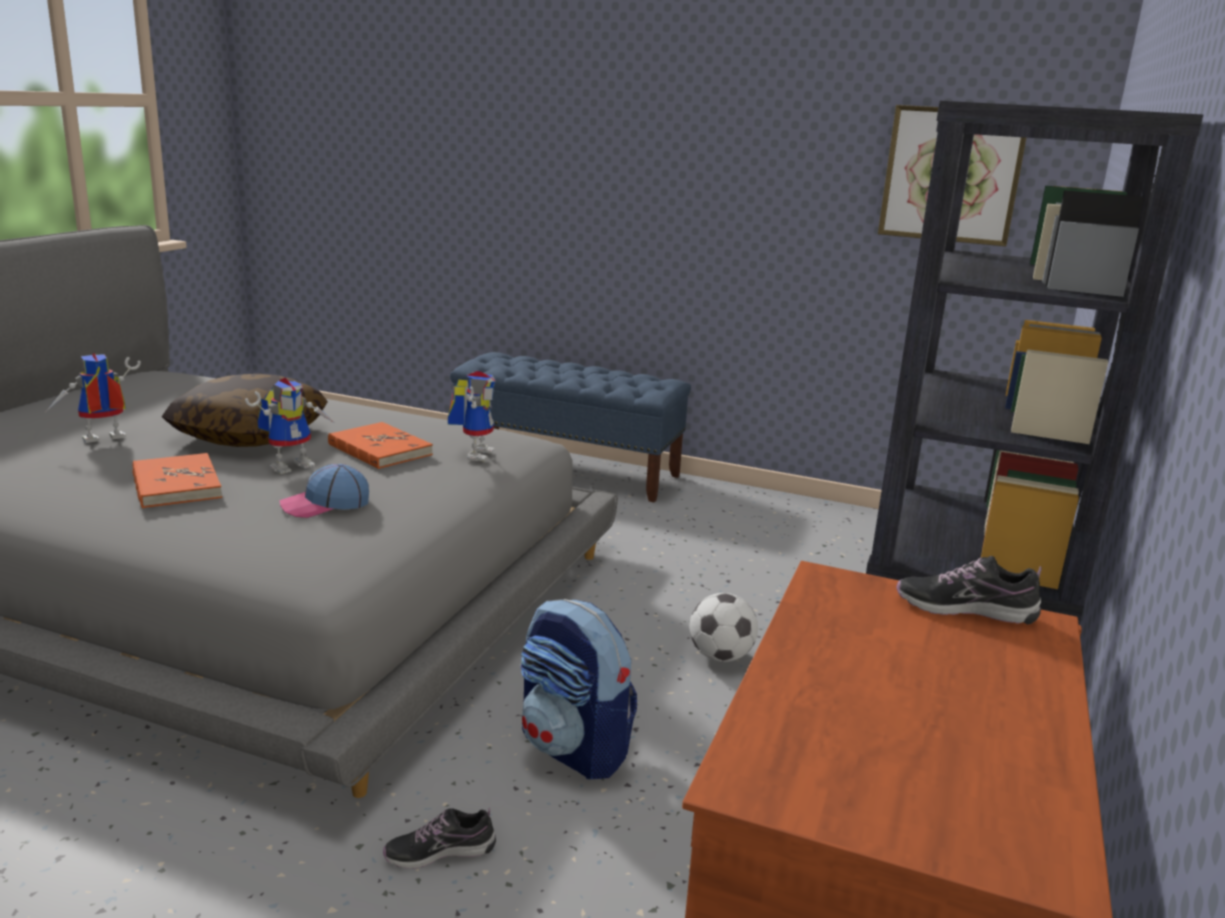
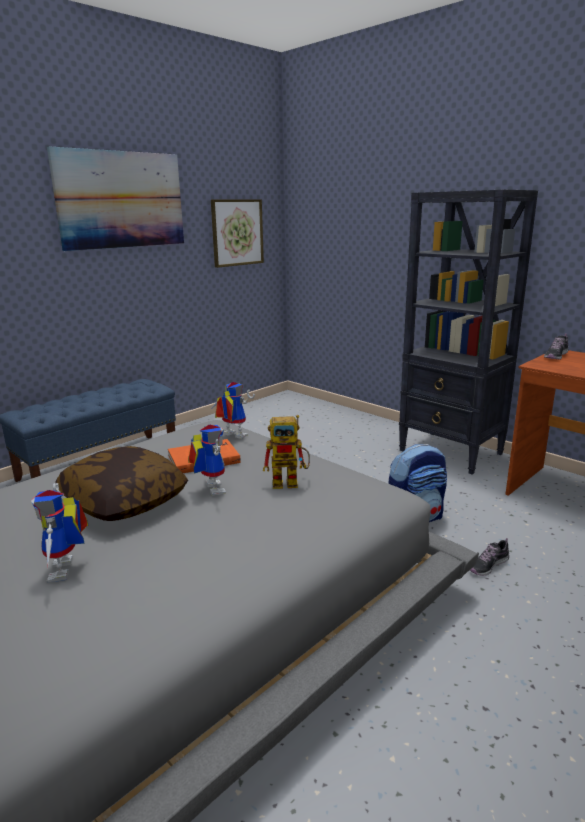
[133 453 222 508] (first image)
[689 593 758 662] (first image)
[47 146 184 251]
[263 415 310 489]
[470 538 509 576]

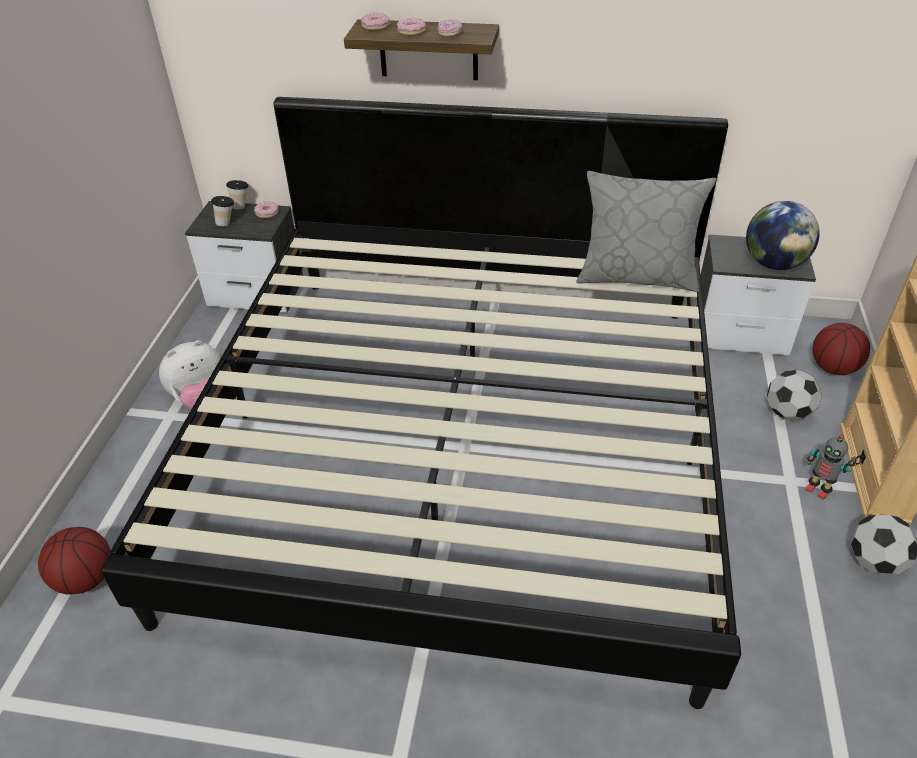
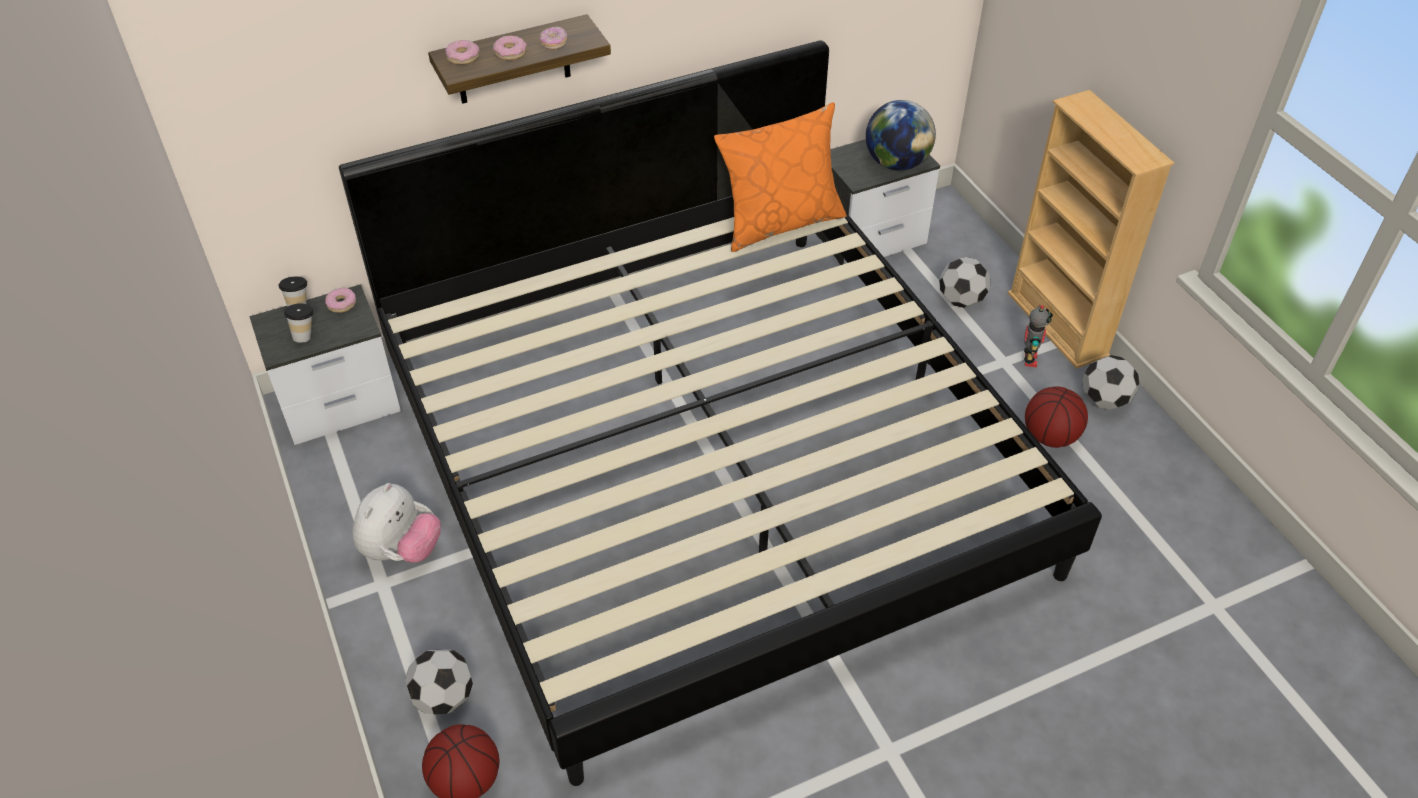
[405 649 473 714]
[1025 386 1088 448]
[714 102 847 252]
[1024 305 1050 367]

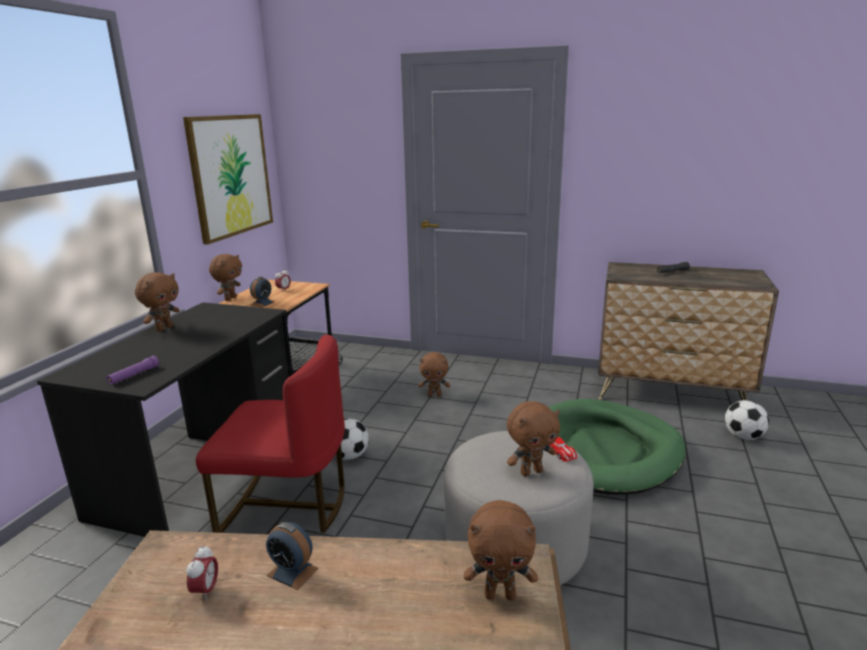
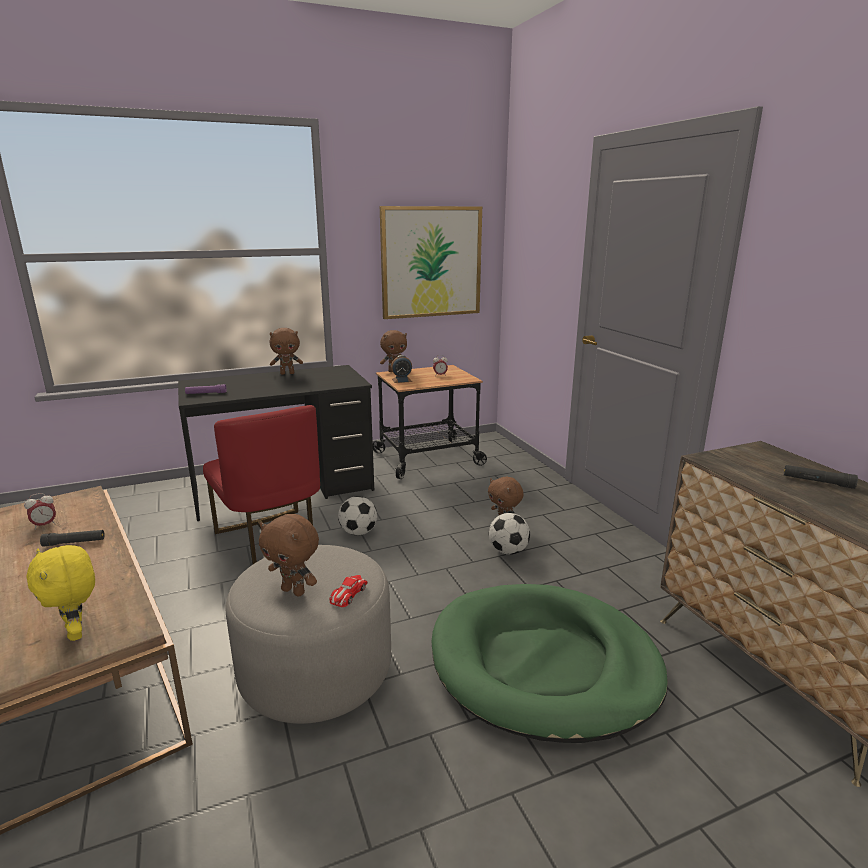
[489 513 530 555]
[40 530 105 547]
[27 545 95 641]

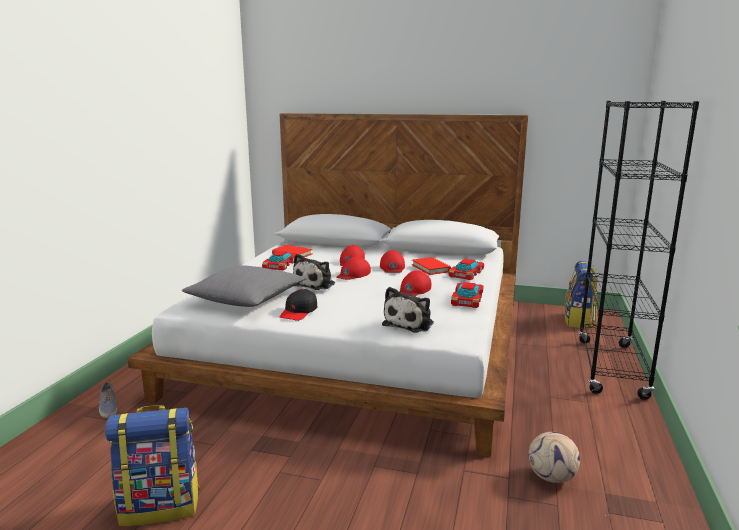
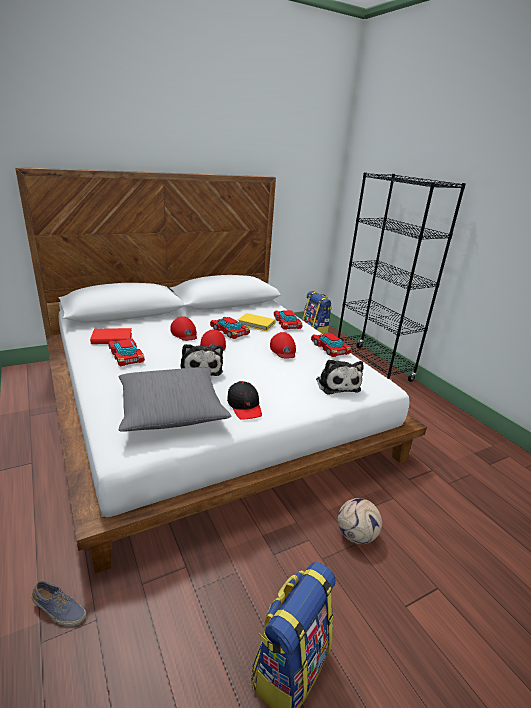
[338 498 382 544]
[210 317 250 339]
[238 313 276 331]

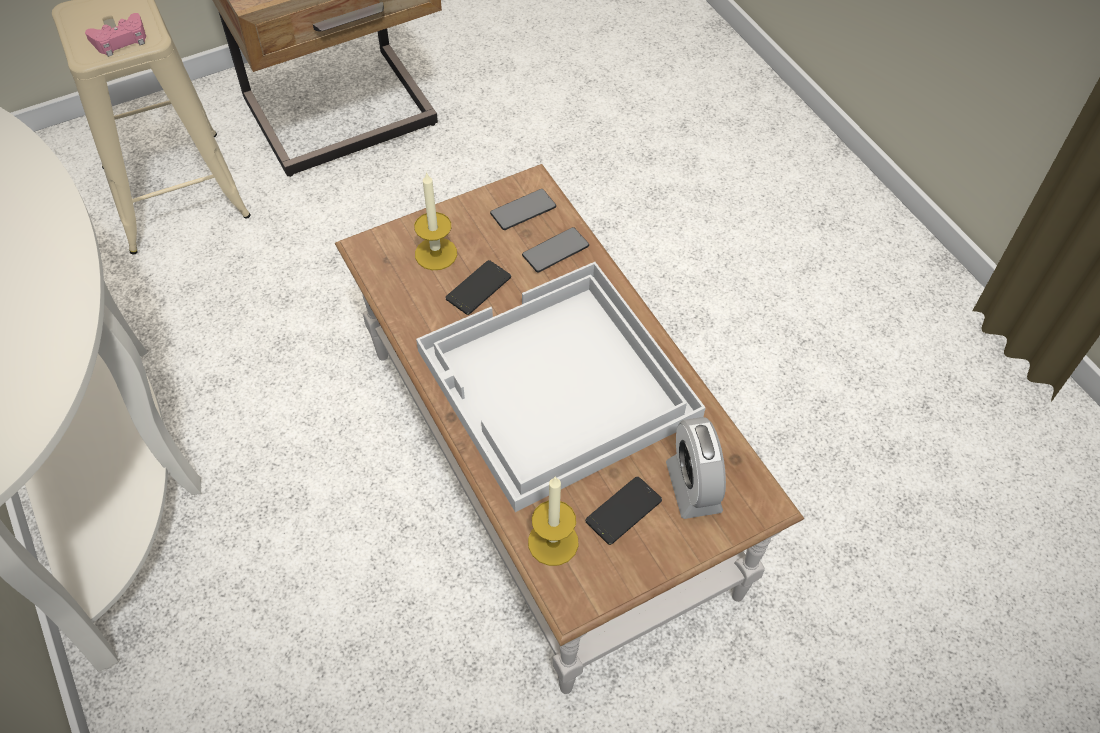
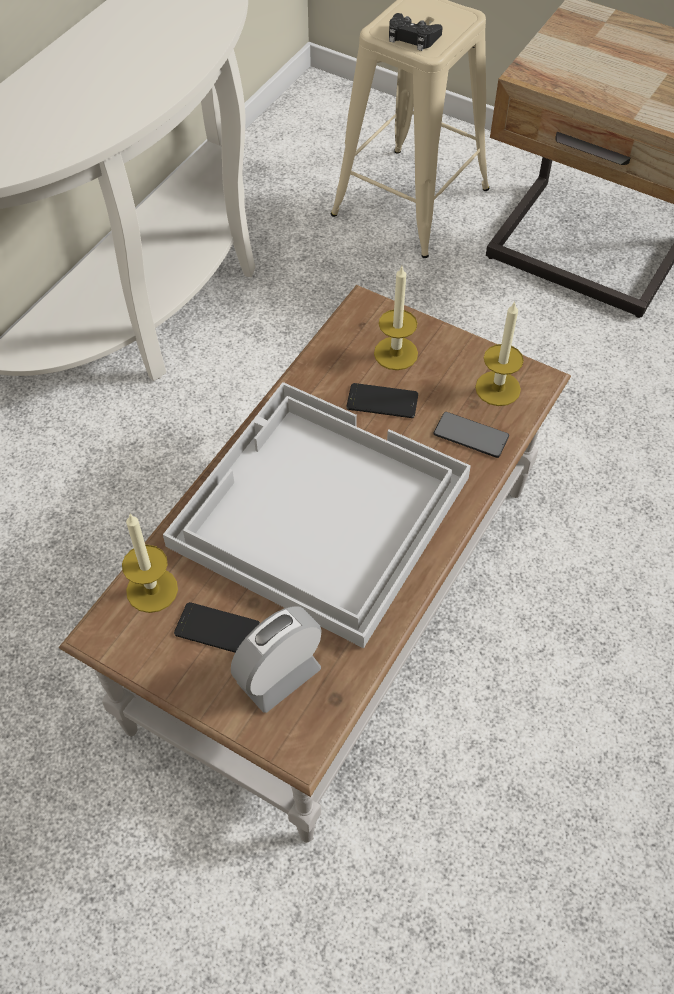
[475 301 524 406]
[389 13 443 51]

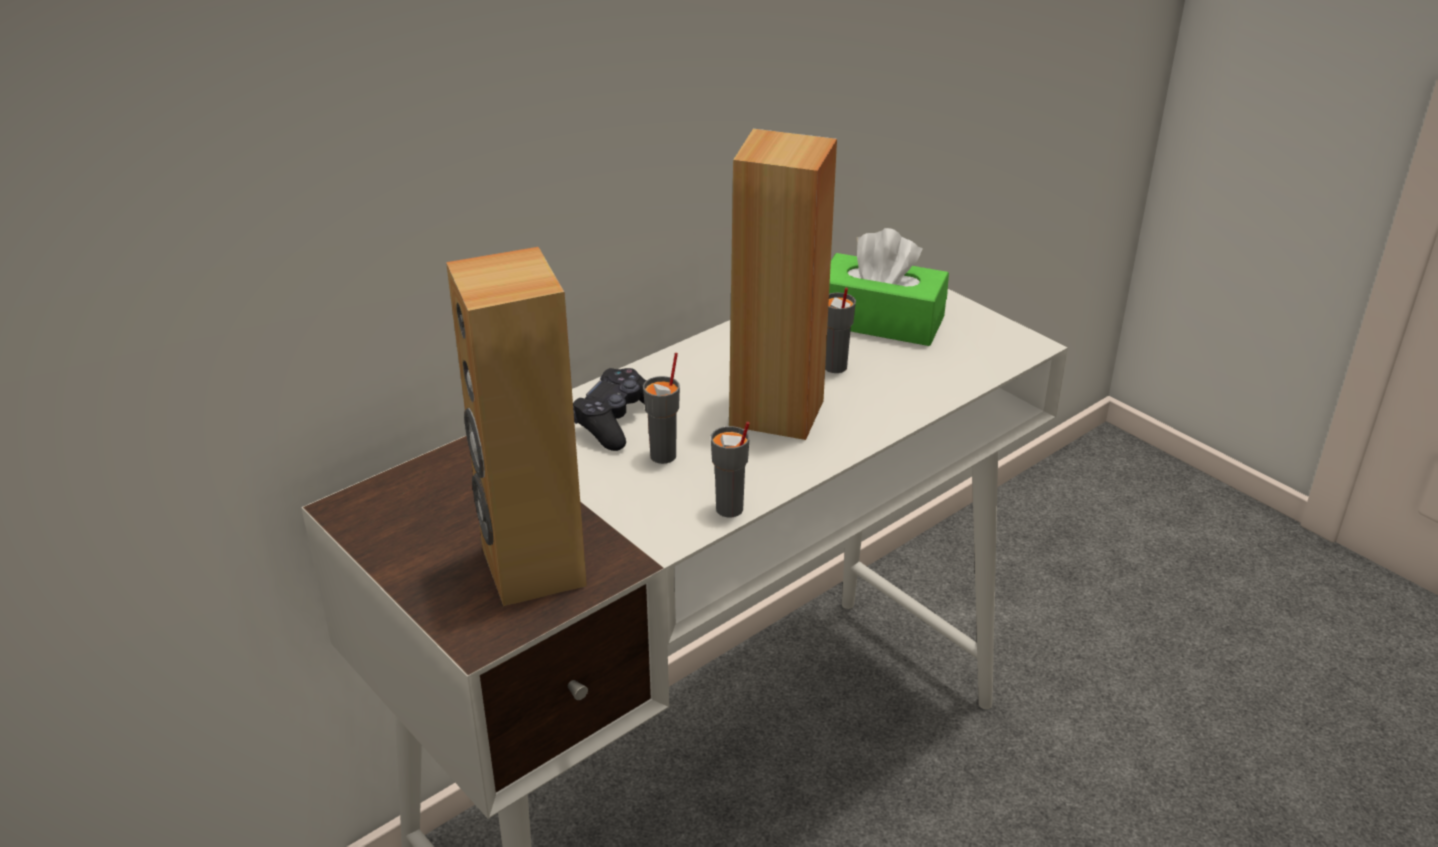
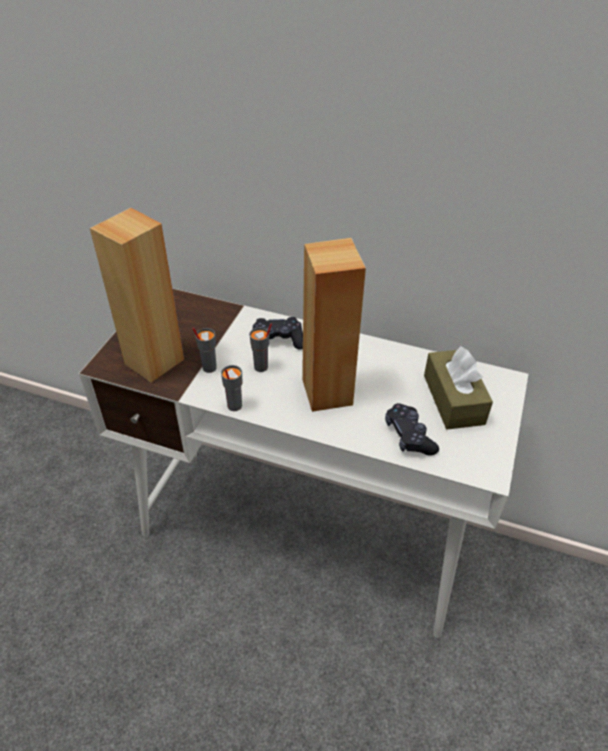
[385 403 439 455]
[193 328 217 373]
[424 346 493 430]

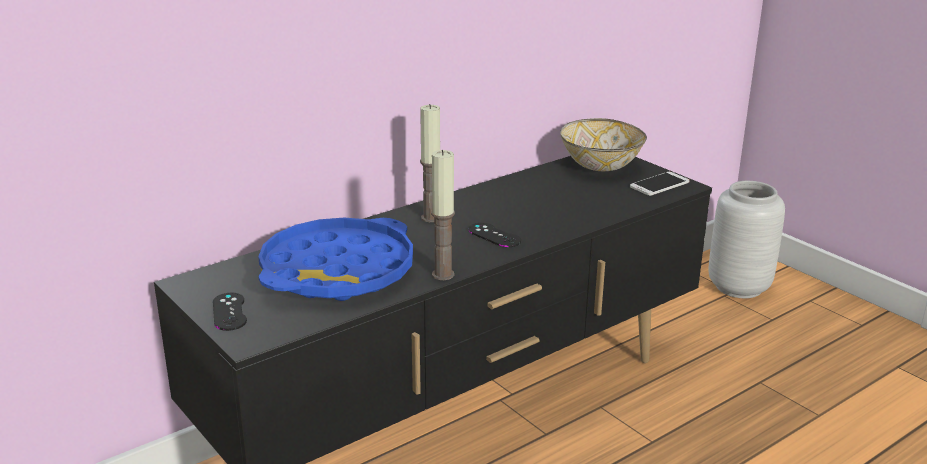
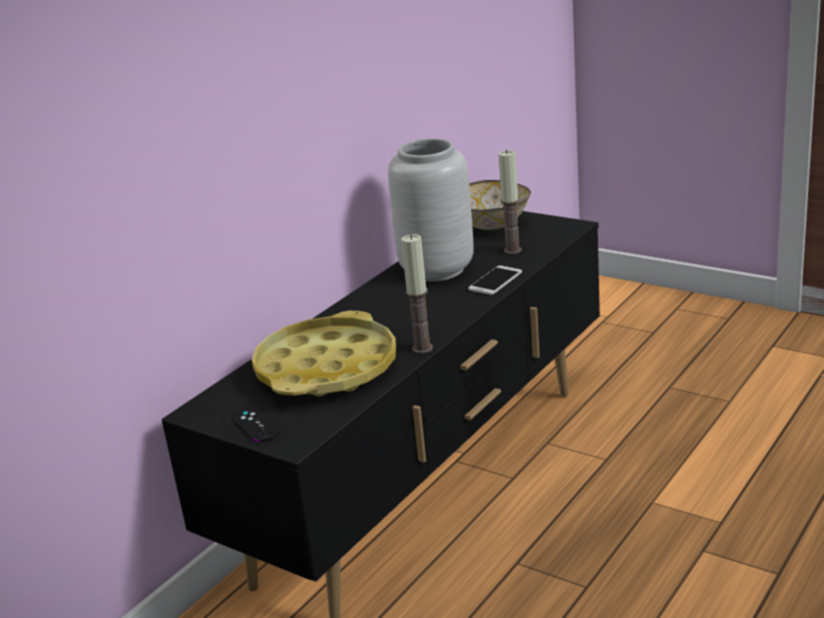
[468 223 521 247] (first image)
[498 150 522 254]
[468 265 522 295]
[388 138 474 281]
[252 311 396 396]

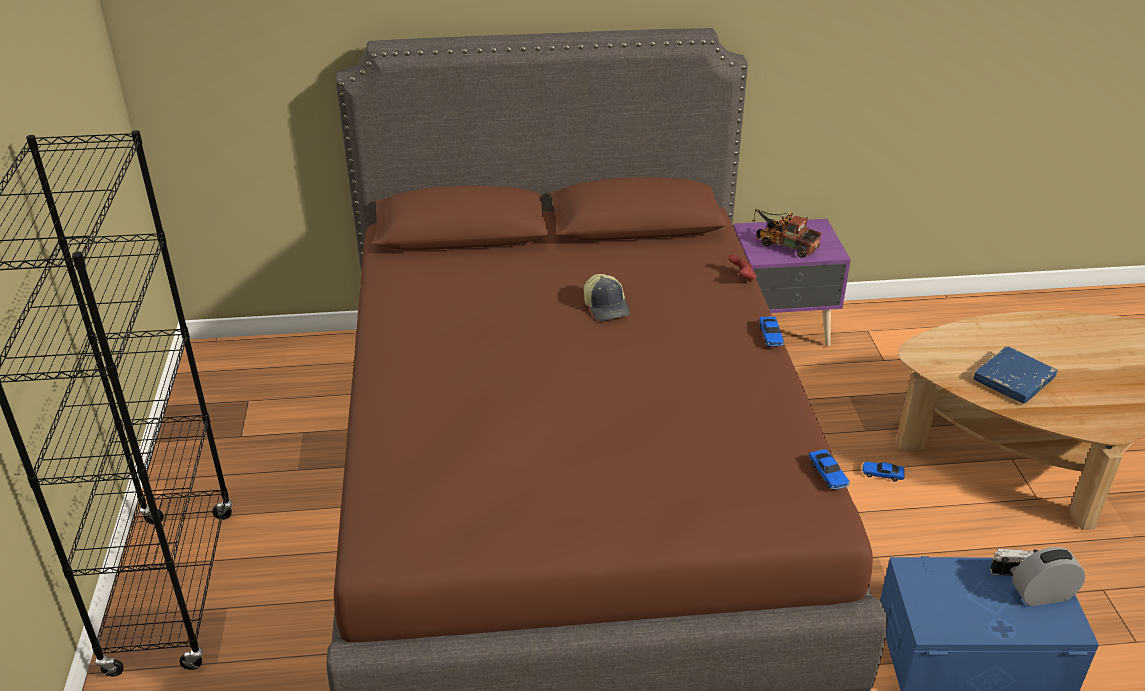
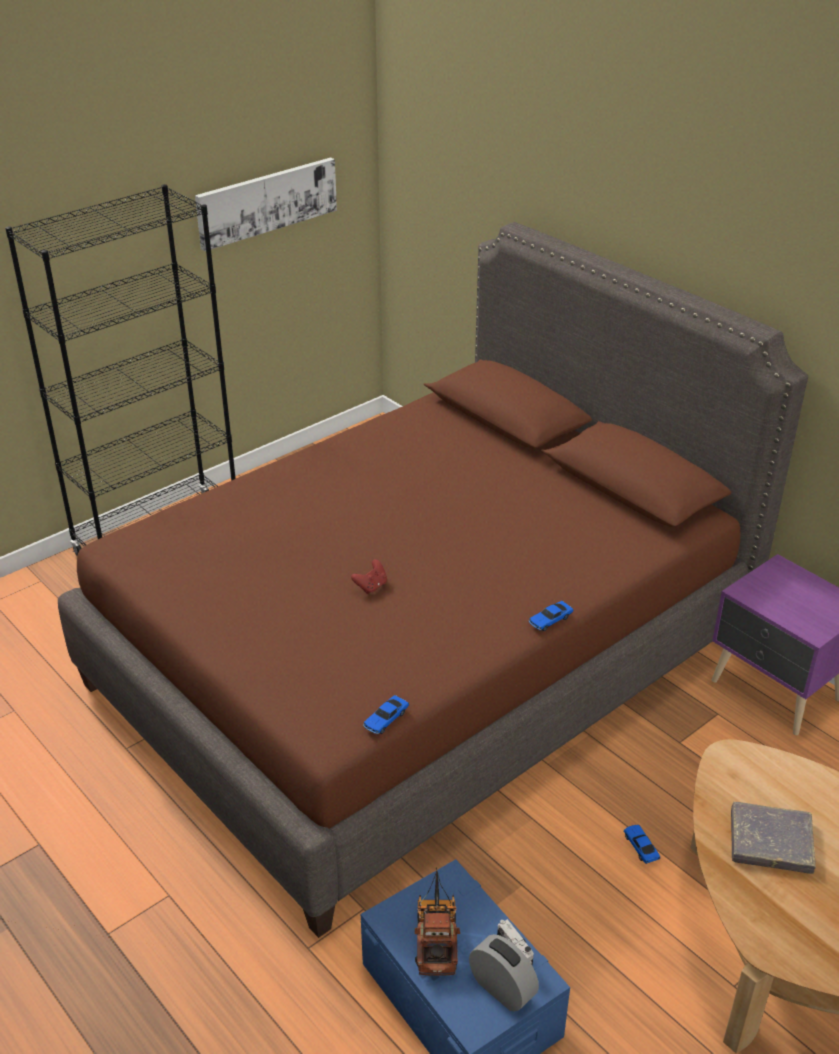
[584 274 630 321] (first image)
[195 158 337 251]
[351 559 387 594]
[415 867 460 975]
[731 802 816 874]

